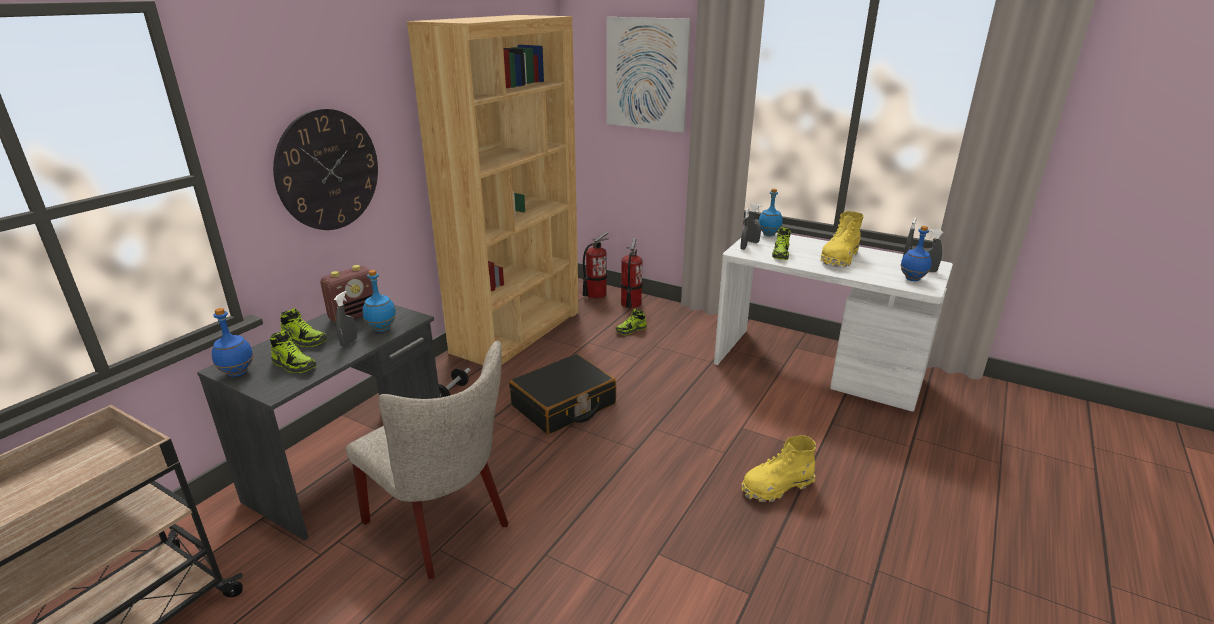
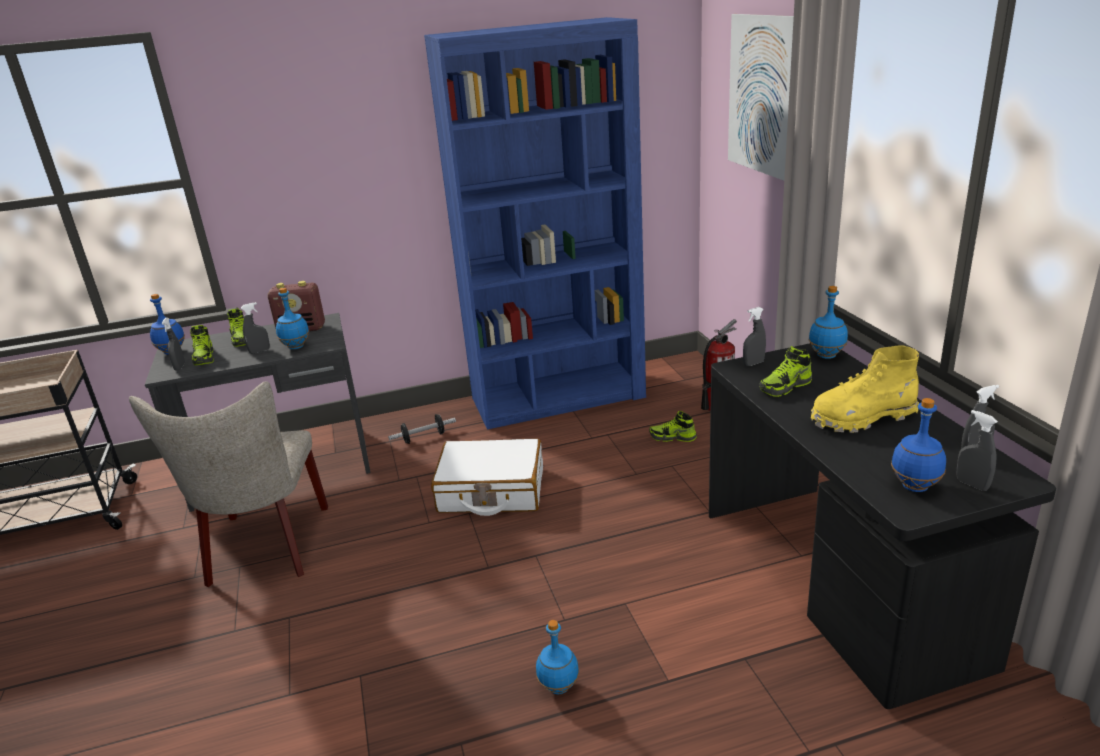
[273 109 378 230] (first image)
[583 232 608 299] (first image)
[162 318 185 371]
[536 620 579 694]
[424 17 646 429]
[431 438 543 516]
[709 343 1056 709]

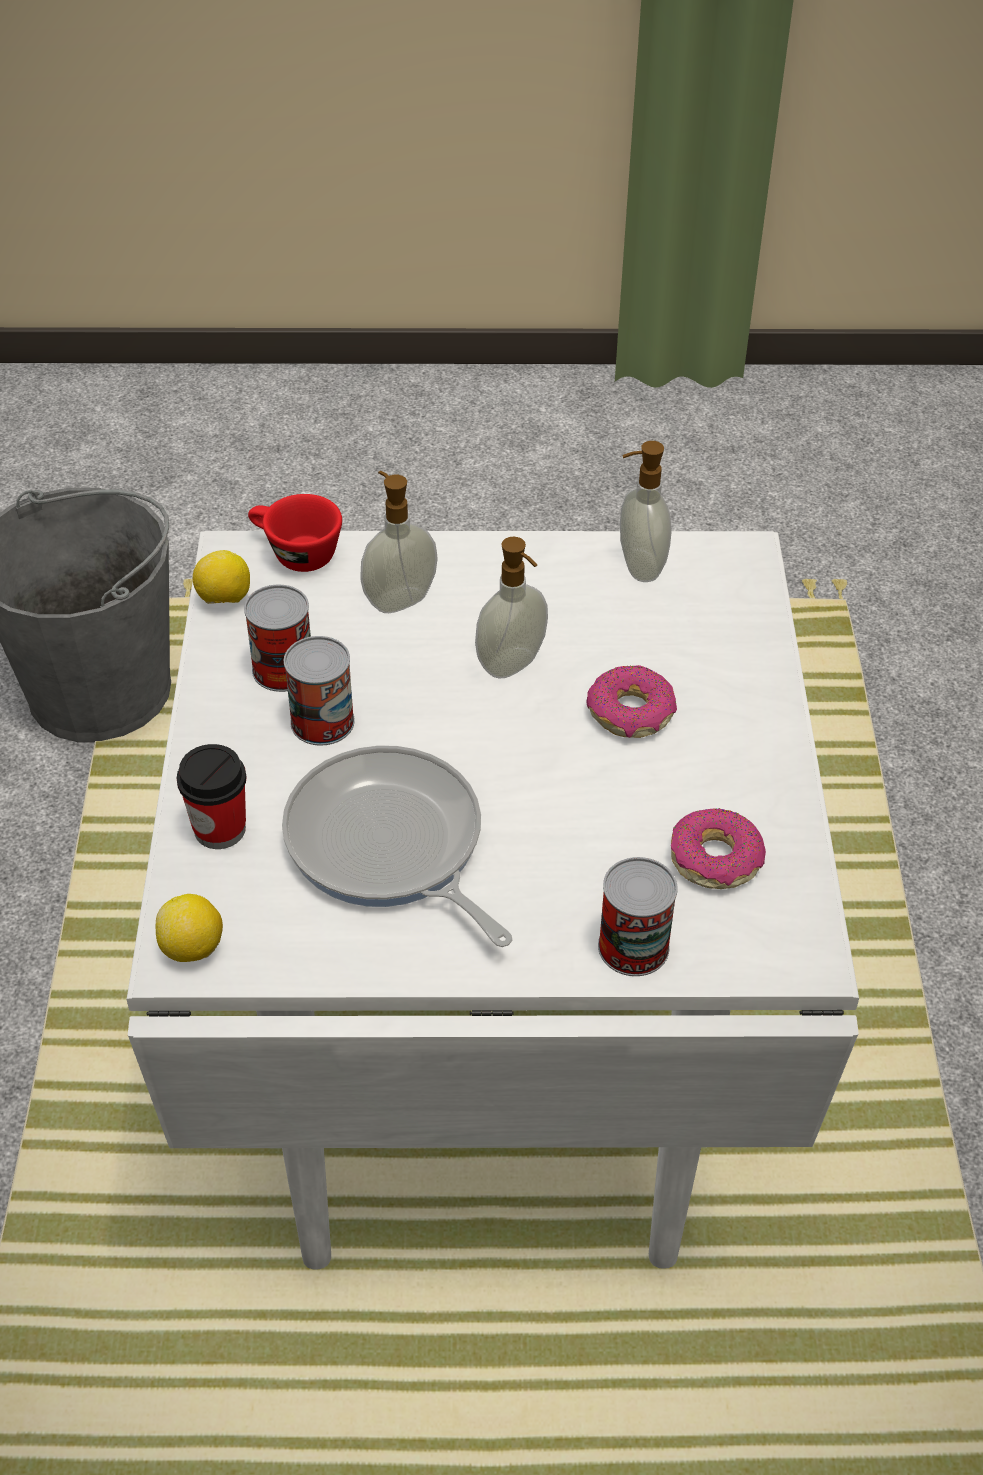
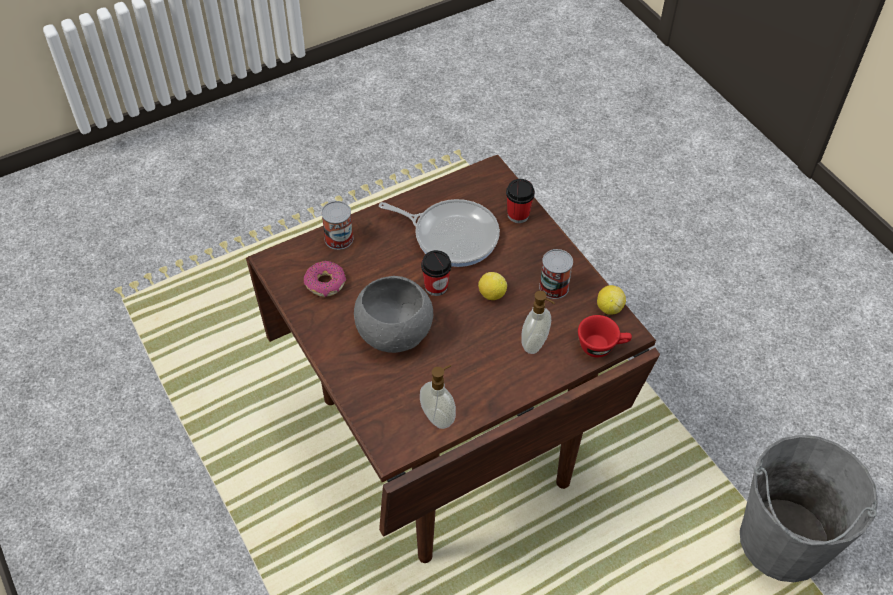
[284 636 355 745] (first image)
[475 536 548 678] (first image)
[421 250 451 296]
[478 272 507 300]
[354 276 433 353]
[246 155 660 563]

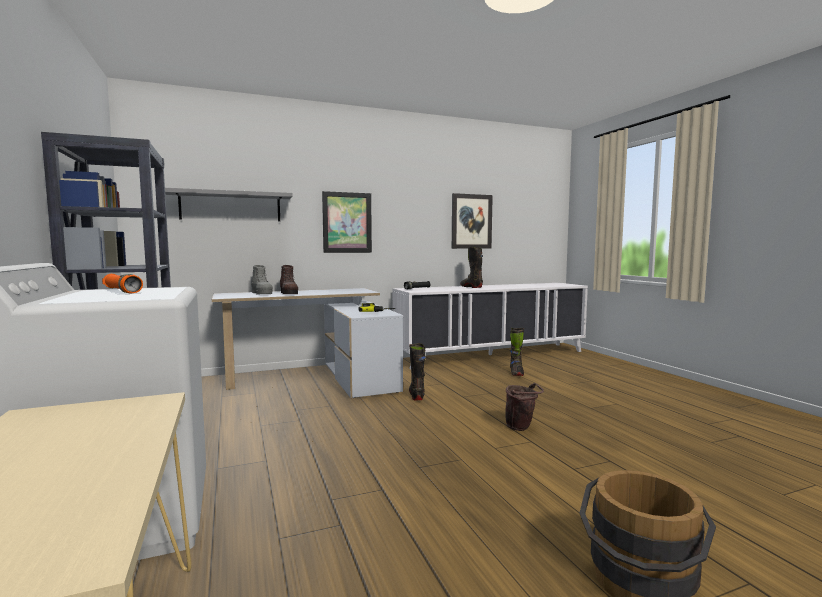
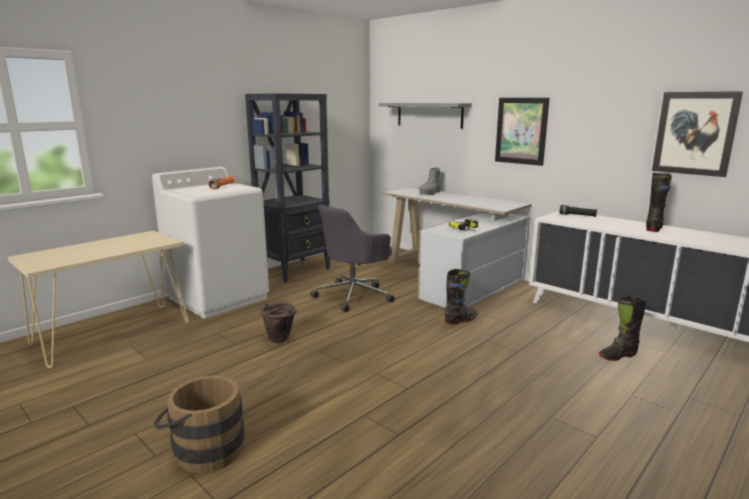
[280 265 298 294] (first image)
[311 204 394 312]
[259 303 297 343]

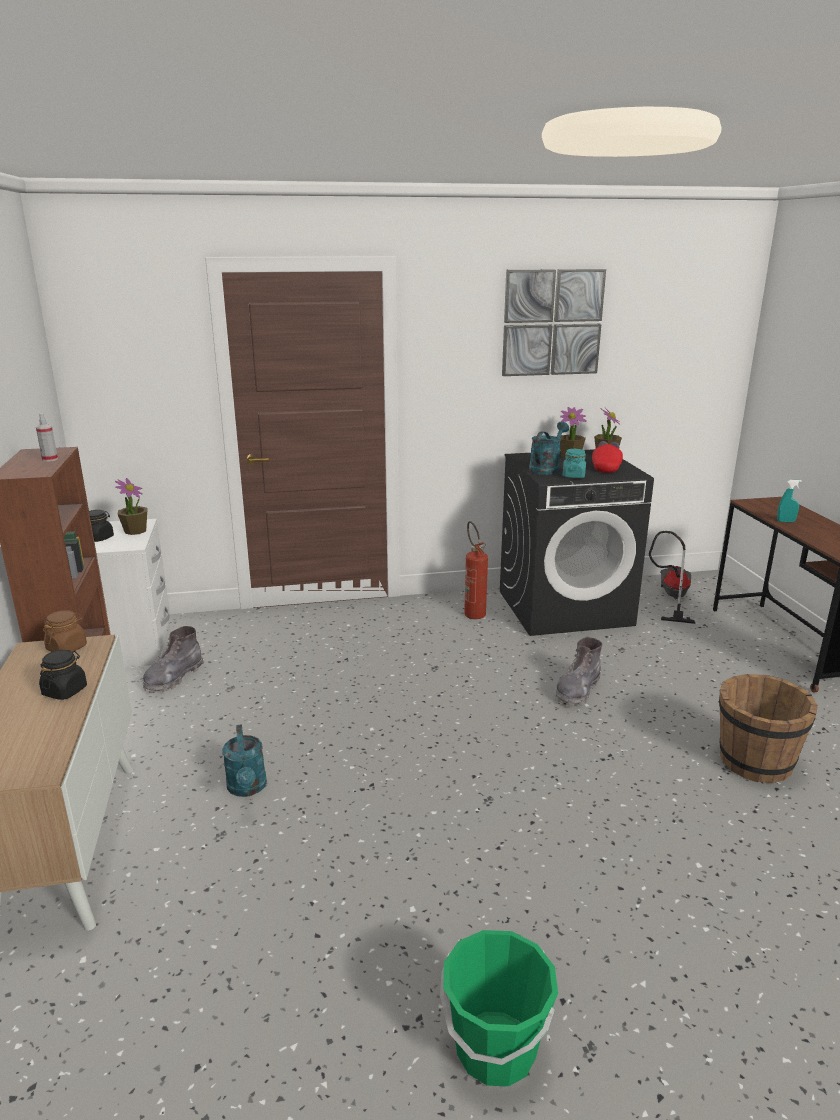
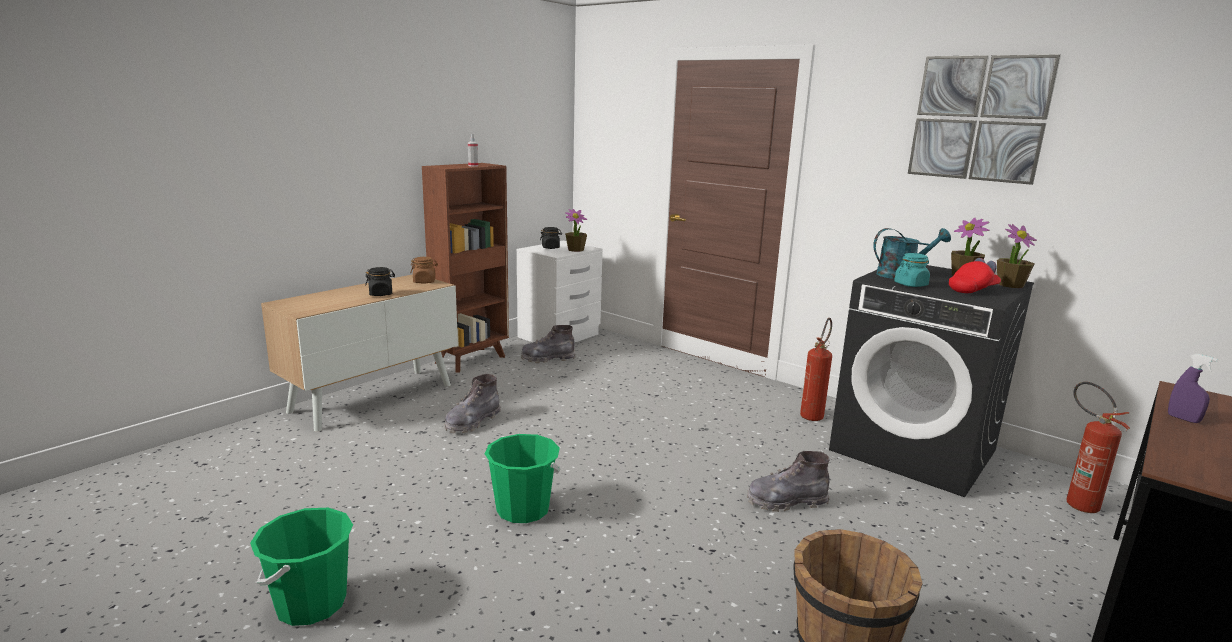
[485 434 560 523]
[444 374 501 434]
[1066 382 1130 513]
[1168 354 1218 423]

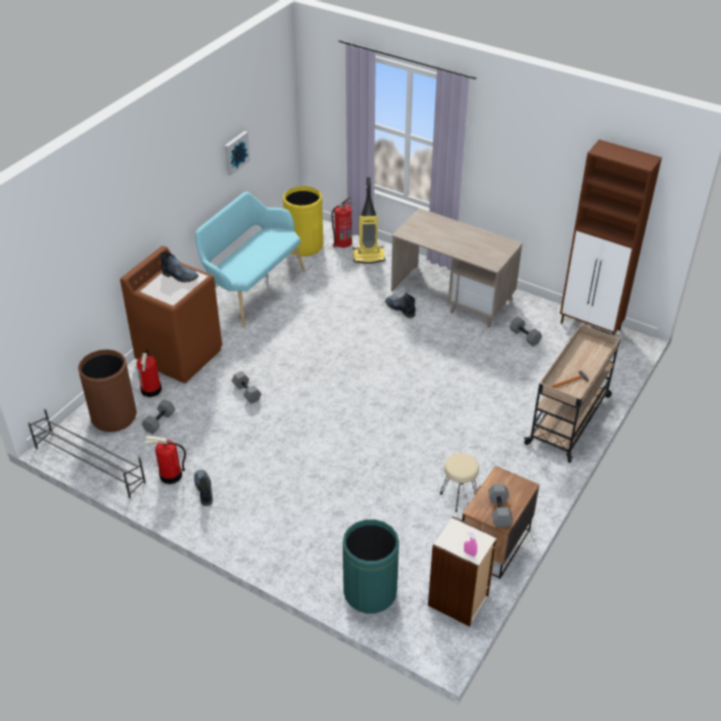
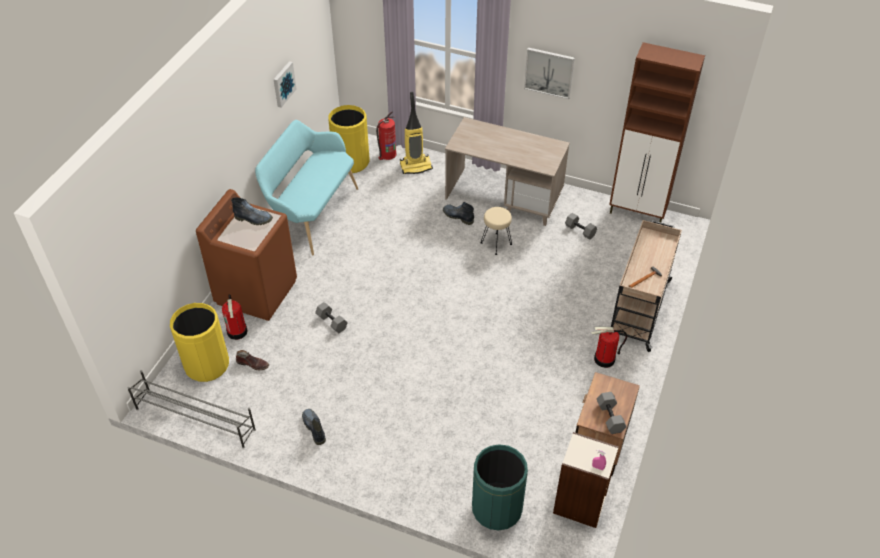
[524 47 575 99]
[591 326 627 368]
[481 207 512 255]
[236 350 269 370]
[170 303 229 382]

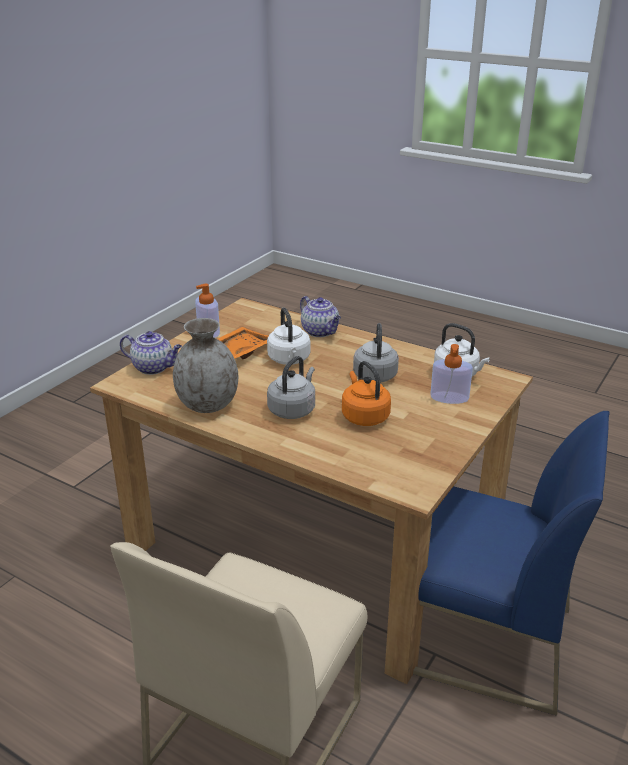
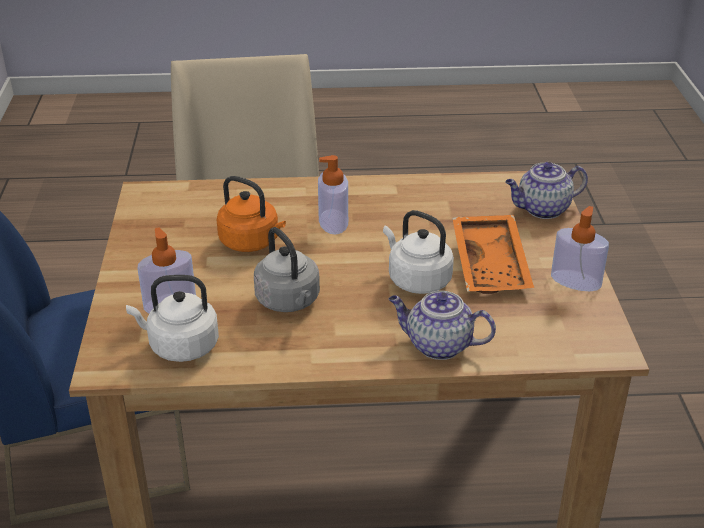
[173 318 238 413] (first image)
[318 155 348 234]

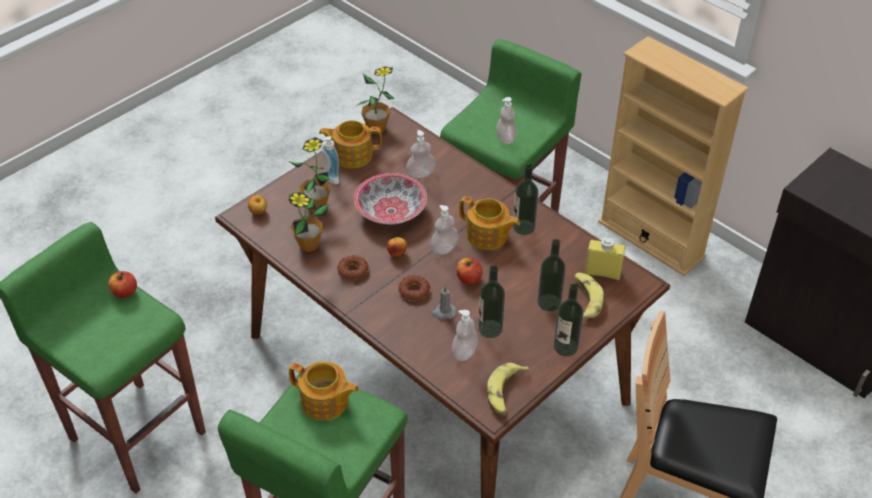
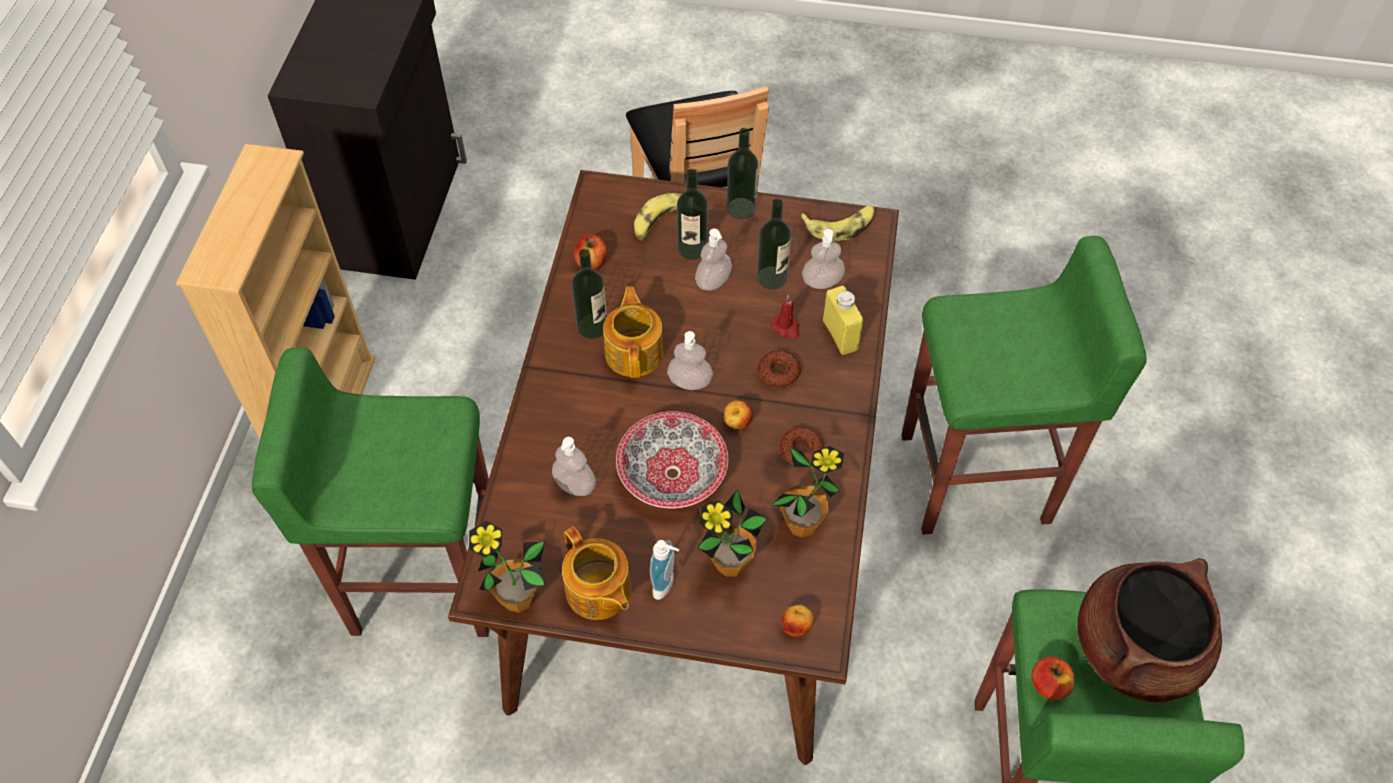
[289 361 359 421] (first image)
[1077 558 1222 702]
[574 234 607 270]
[695 228 732 291]
[823 286 863 355]
[771 295 799 339]

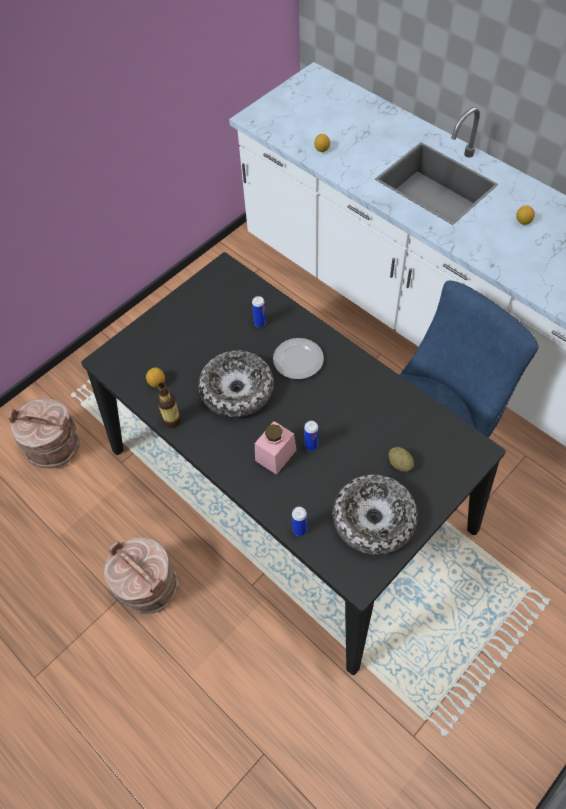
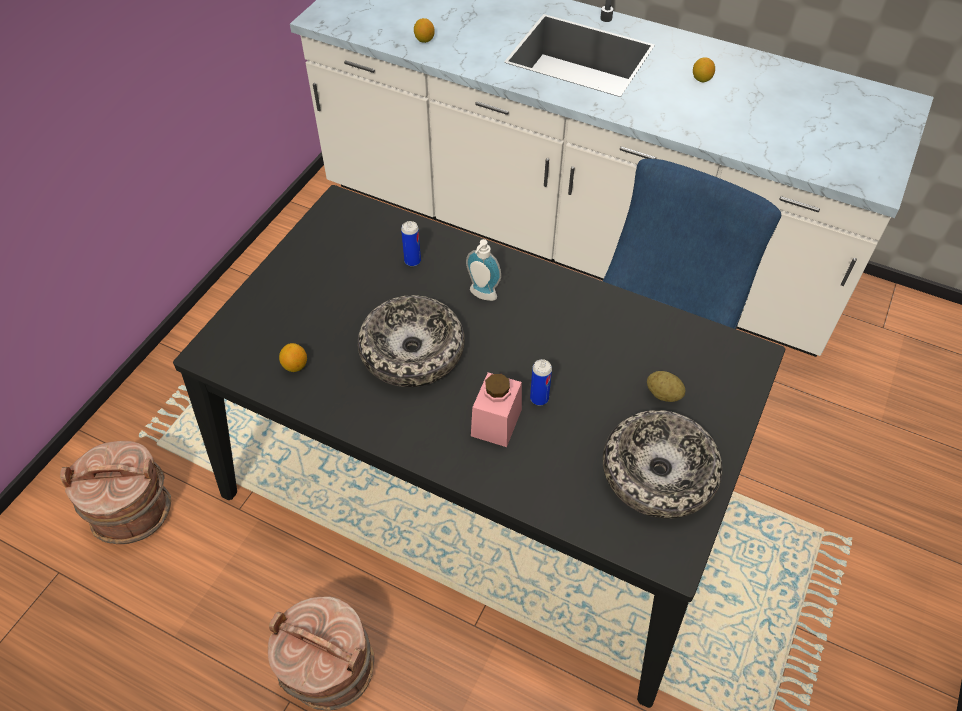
[157 382 181 428] (first image)
[292 507 307 536] (first image)
[466 239 501 301]

